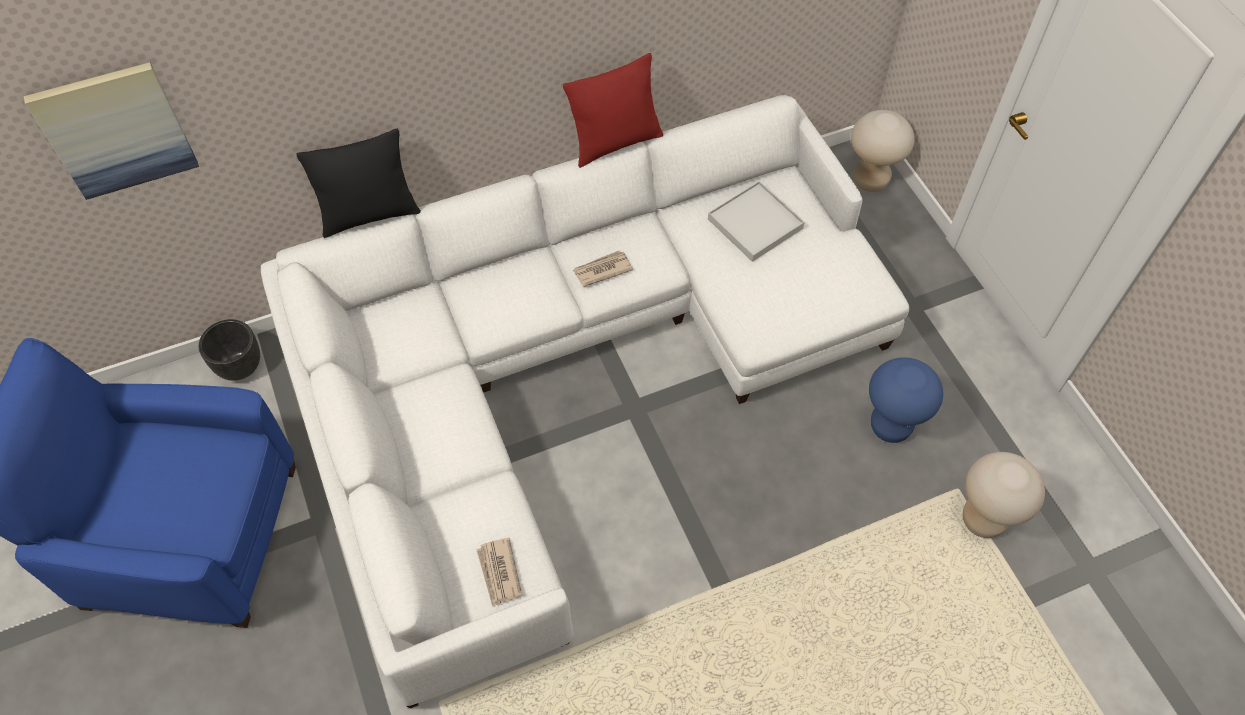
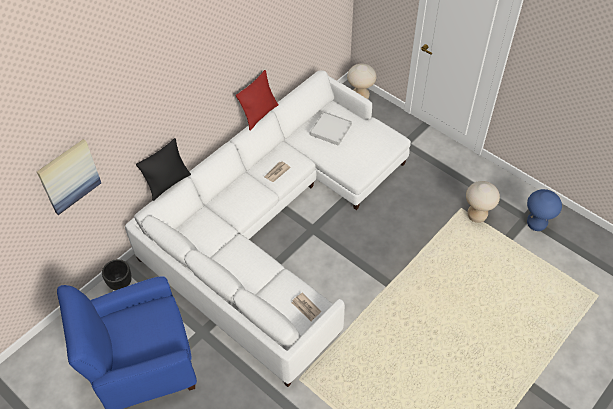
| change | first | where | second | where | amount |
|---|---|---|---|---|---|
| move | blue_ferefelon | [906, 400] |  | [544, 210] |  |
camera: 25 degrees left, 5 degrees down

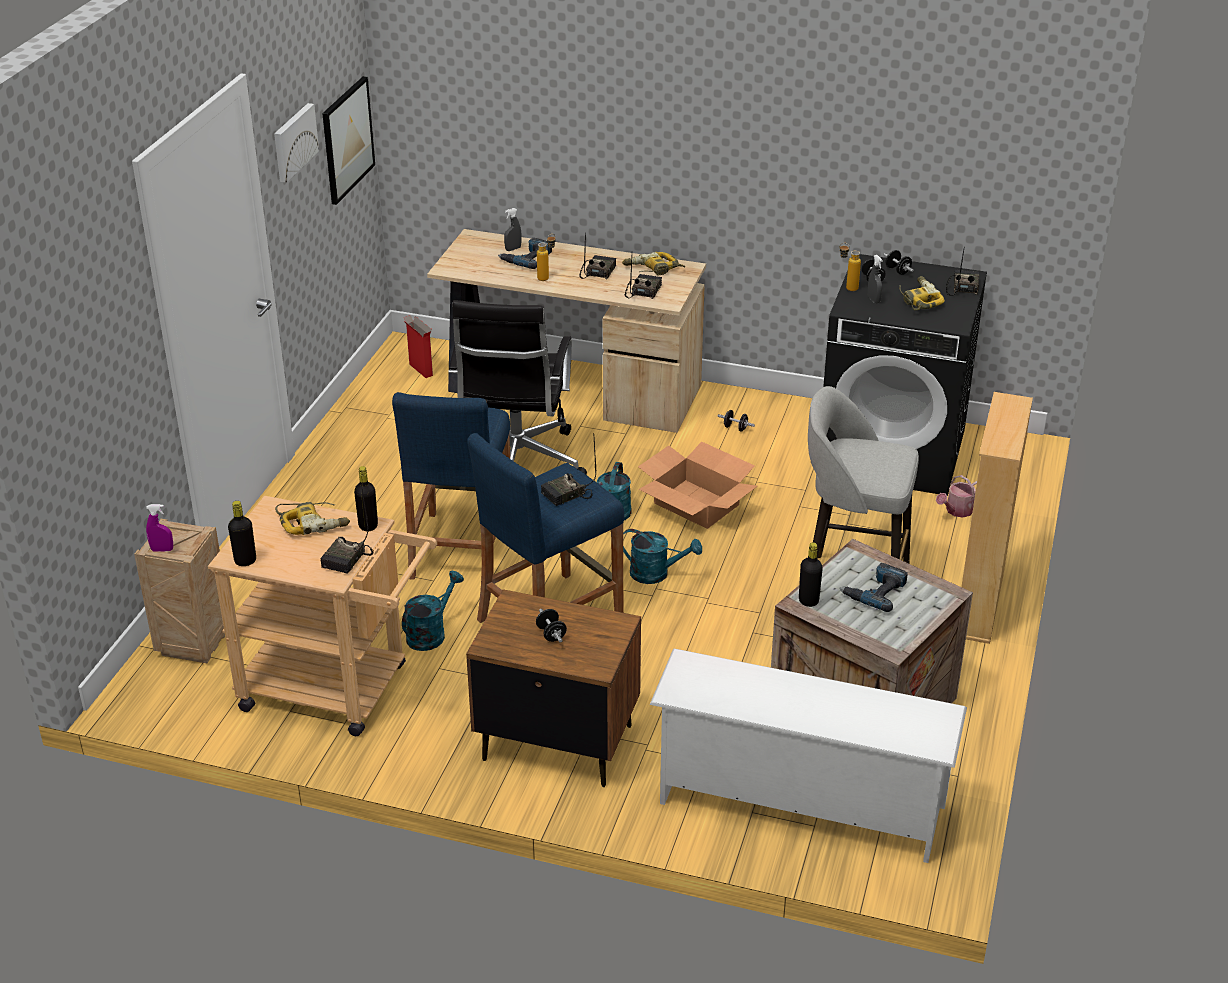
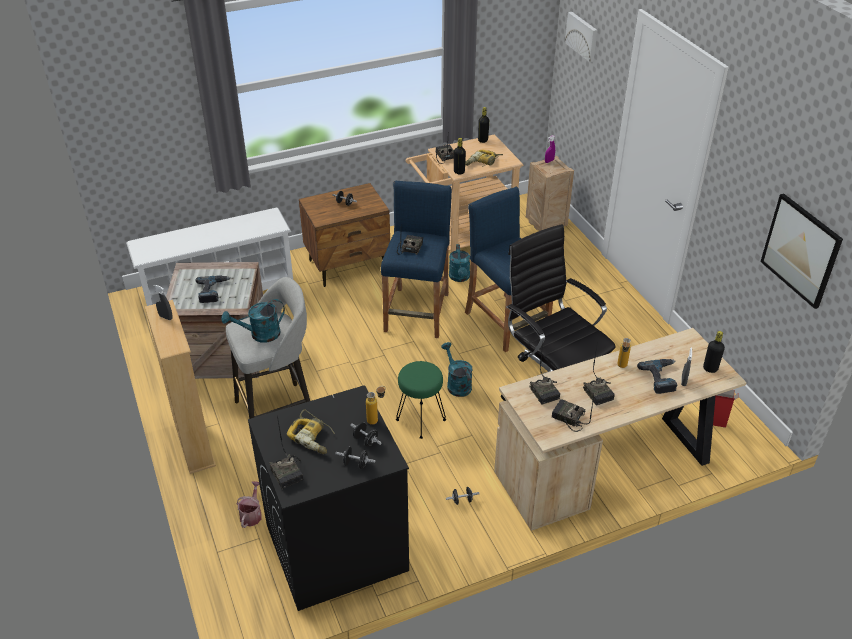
| change | first | where | second | where | amount |
|---|---|---|---|---|---|
| move | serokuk | [296, 143] |  | [581, 37] |  |
| replace | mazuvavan | [653, 264] | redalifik | [573, 413] |  |
| move | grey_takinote | [875, 279] |  | [163, 302] |  |
| replace | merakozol | [697, 485] | green_ferefelon | [421, 400] |  |
| move | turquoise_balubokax | [662, 556] |  | [253, 321] |  |
| move | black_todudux | [811, 574] |  | [714, 352] |  |
camera: 140 degrees right, 5 degrees up

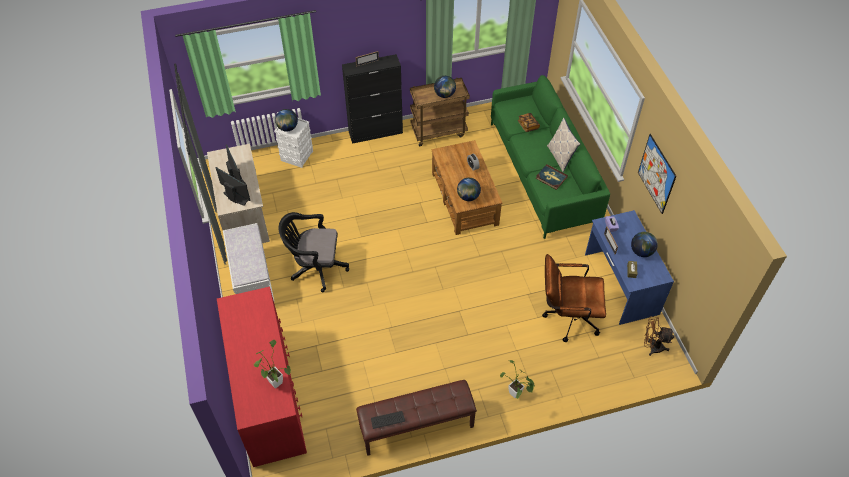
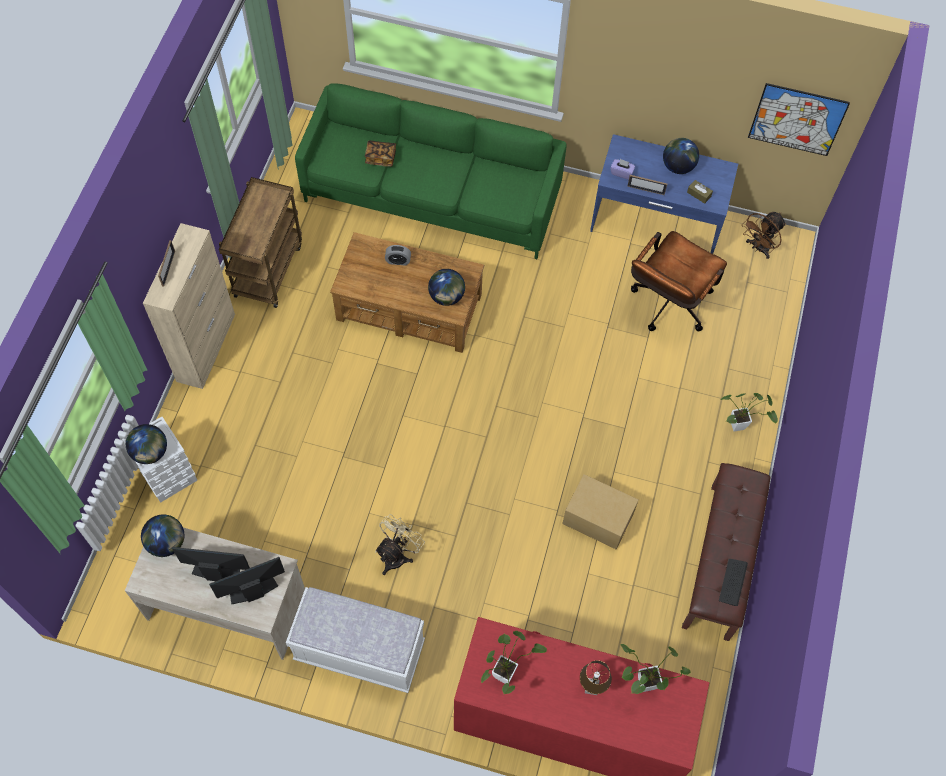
| change | first | where | second | where | amount |
|---|---|---|---|---|---|
| recolor | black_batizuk | [372, 99] | beige_batizuk | [189, 306] |  |
| move | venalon | [445, 87] |  | [162, 535] |  |
| delete | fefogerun | [563, 145] |  |  |  |
| move | serokuk | [657, 174] |  | [799, 119] |  |
| delete | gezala | [552, 177] |  |  |  |
| replace | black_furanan | [313, 252] | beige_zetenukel | [400, 544] |  |
| insert |  |  | merakozol | [600, 511] |  |
| insert |  |  | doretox | [514, 663] |  |
| insert |  |  | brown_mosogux | [596, 677] |  |
camera: 60 degrees left, 10 degrees up

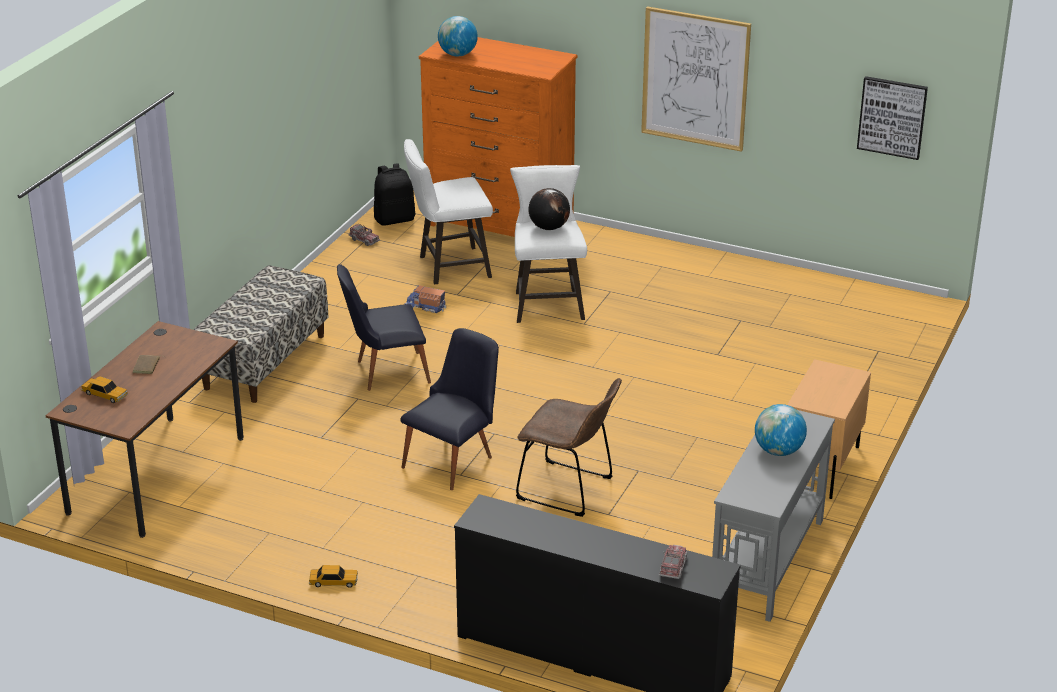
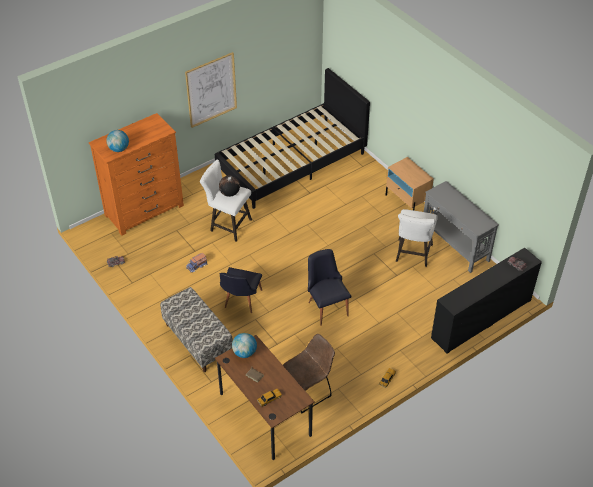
| change | first | where | second | where | amount |
|---|---|---|---|---|---|
| delete | serokuk | [892, 118] |  |  |  |
| move | white_ferefelon | [448, 211] |  | [417, 238] |  |
| delete | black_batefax | [394, 194] |  |  |  |
| move | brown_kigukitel | [569, 447] |  | [309, 373] |  |
| move | venalon | [781, 430] |  | [244, 345] |  |
| insert |  |  | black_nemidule | [292, 138] |  |
camera: 60 degrees left, 15 degrees up

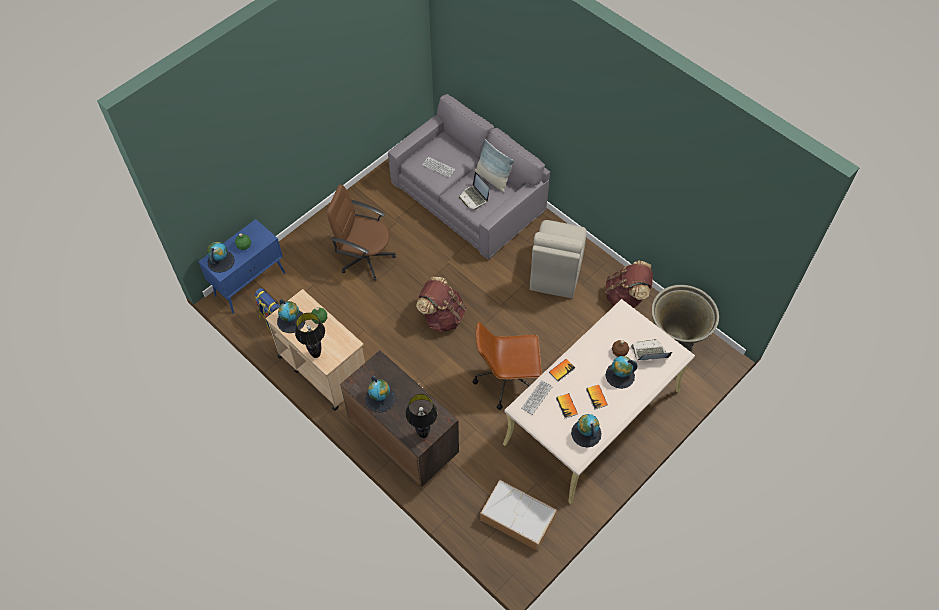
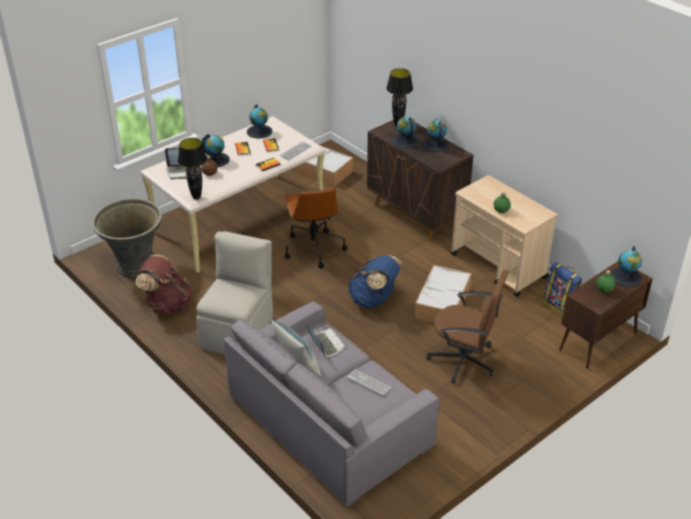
| change | first | where | second | where | amount |
|---|---|---|---|---|---|
| recolor | blue_batizuk | [241, 266] | brown_batizuk | [606, 315] |  |
| recolor | brown_batefax | [441, 304] | blue_batefax | [375, 281] |  |
| move | venalon | [291, 316] |  | [406, 132] |  |
| move | black_mosogux | [310, 335] |  | [192, 169] |  |
| rotate | brown_furanan | [507, 366] |  | [316, 228] | 75 degrees clockwise |
| insert |  |  | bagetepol | [443, 294] |  |
camera: 175 degrees left, 20 degrees down

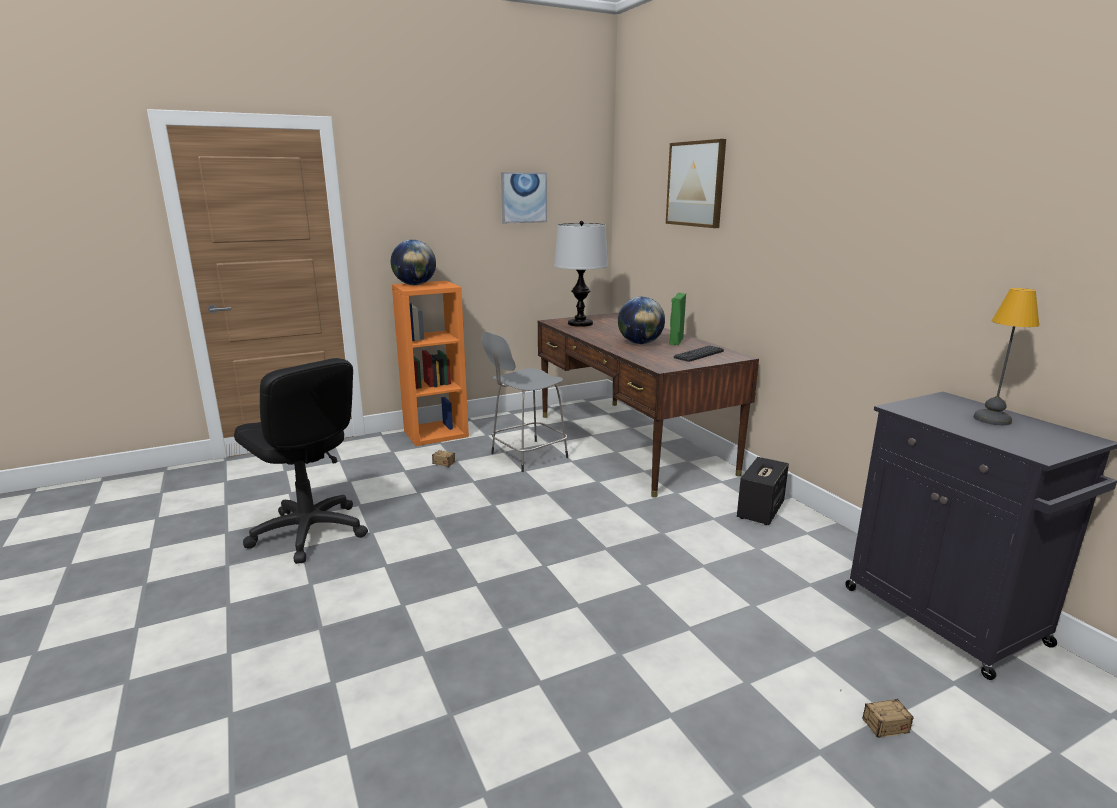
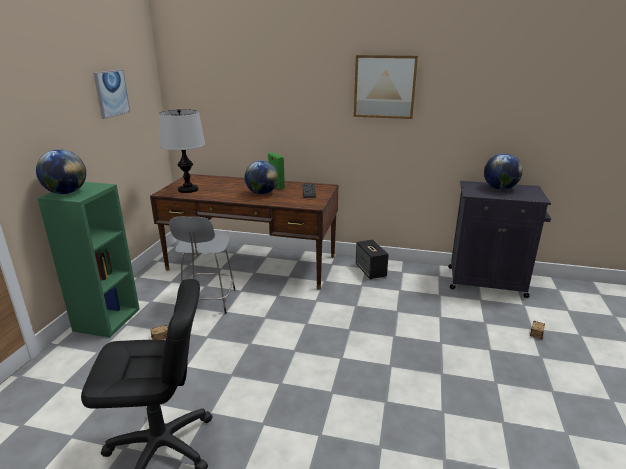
| change | first | where | second | where | amount |
|---|---|---|---|---|---|
| move | serokuk | [696, 183] |  | [386, 87] |  |
| recolor | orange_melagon | [430, 363] | green_melagon | [88, 260] |  |
| replace | mosogux | [1006, 356] | venalon | [503, 171] |  |
camera: 50 degrees left, 5 degrees up

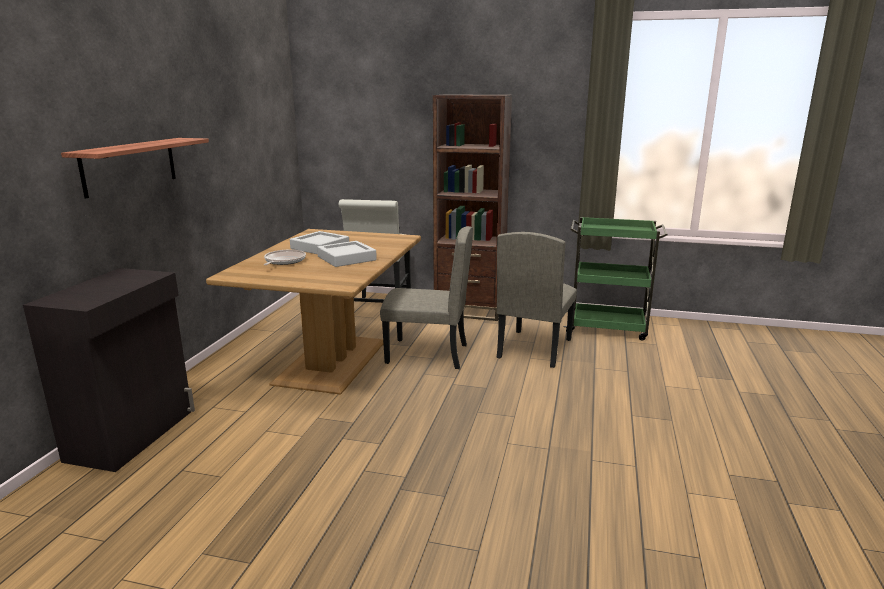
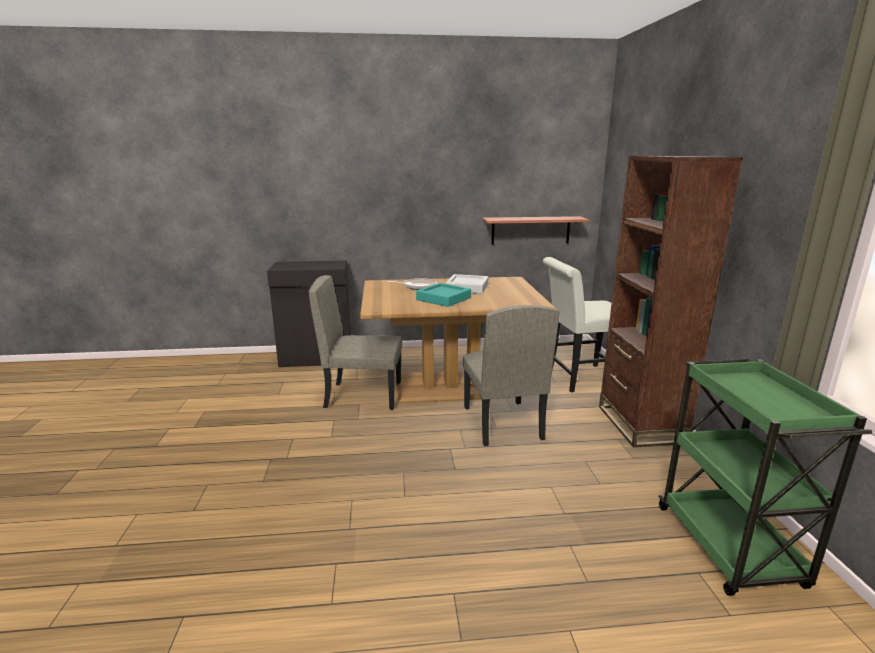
| change | first | where | second | where | amount |
|---|---|---|---|---|---|
| move | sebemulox | [135, 168] |  | [535, 230] |  |
| move | beige_kigukitel | [537, 300] |  | [355, 342] |  |
| recolor | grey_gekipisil | [347, 254] | turquoise_gekipisil | [443, 295] |  |
camera: 70 degrees right, 0 degrees up

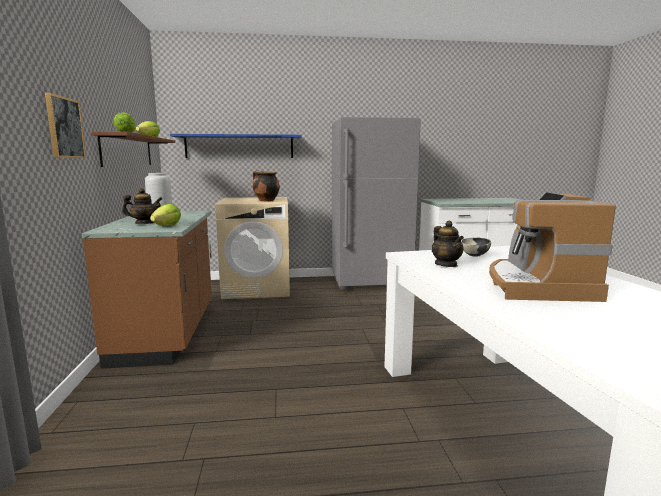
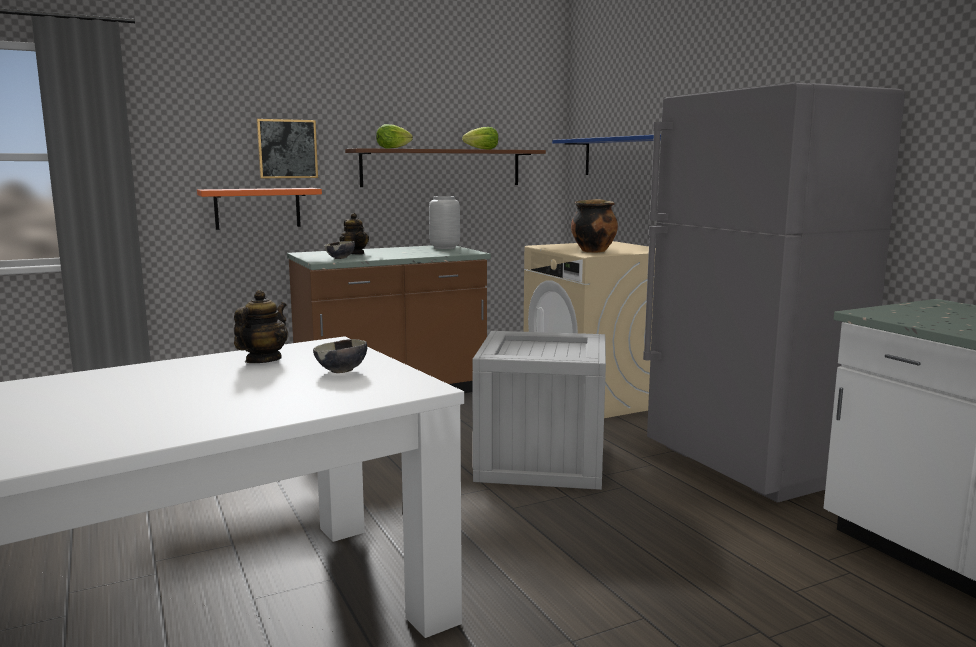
| change | first | where | second | where | amount |
|---|---|---|---|---|---|
| delete | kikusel | [552, 247] |  |  |  |
| replace | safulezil | [165, 215] | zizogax | [339, 250] |  |
| rotate | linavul | [447, 244] |  | [261, 326] | 150 degrees clockwise |
| insert |  |  | orange_sebemulox | [259, 209] |  |
| insert |  |  | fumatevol | [539, 410] |  |
camera: 70 degrees right, 0 degrees up

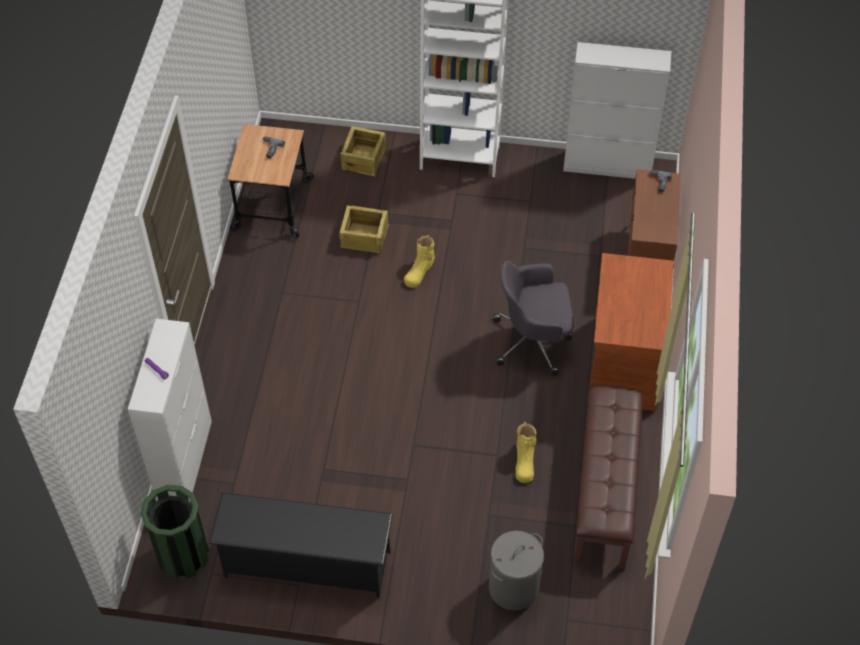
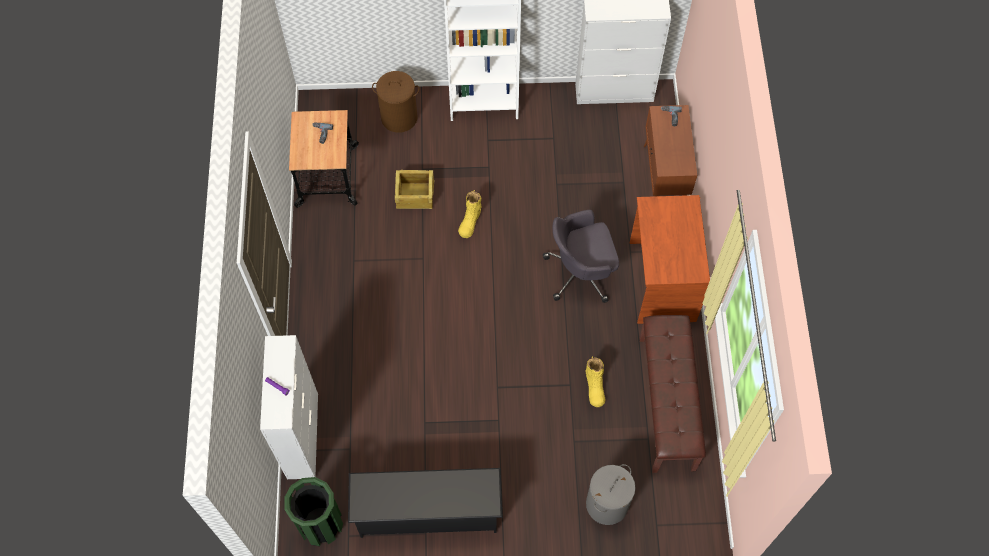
| change | first | where | second | where | amount |
|---|---|---|---|---|---|
| replace | fumatevol | [363, 151] | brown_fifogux | [395, 102] |  |
camera: 10 degrees left, 10 degrees up

